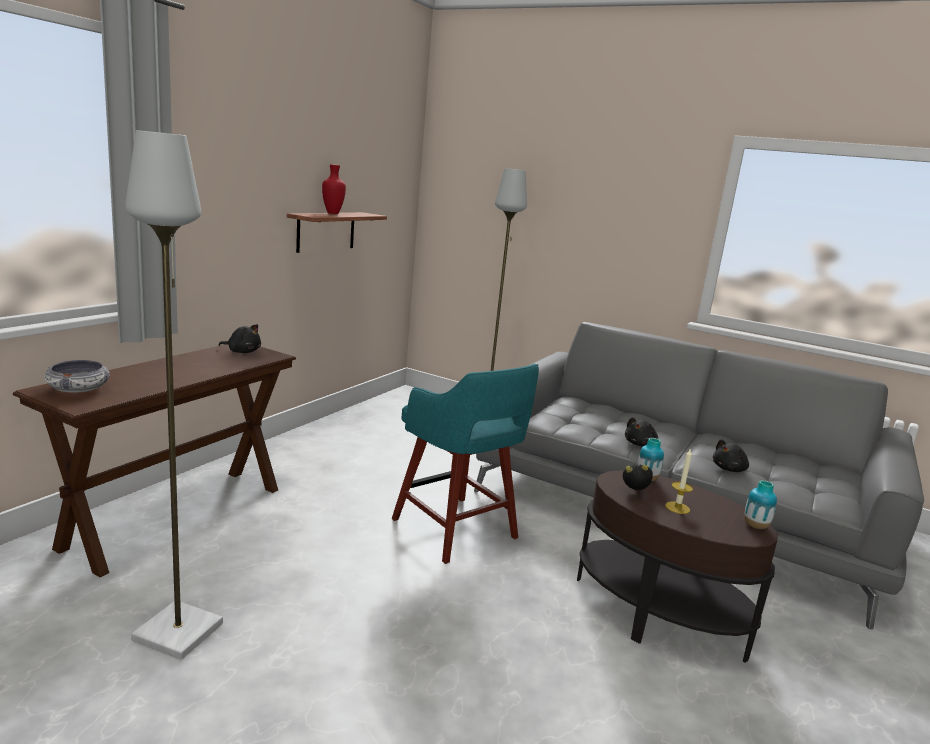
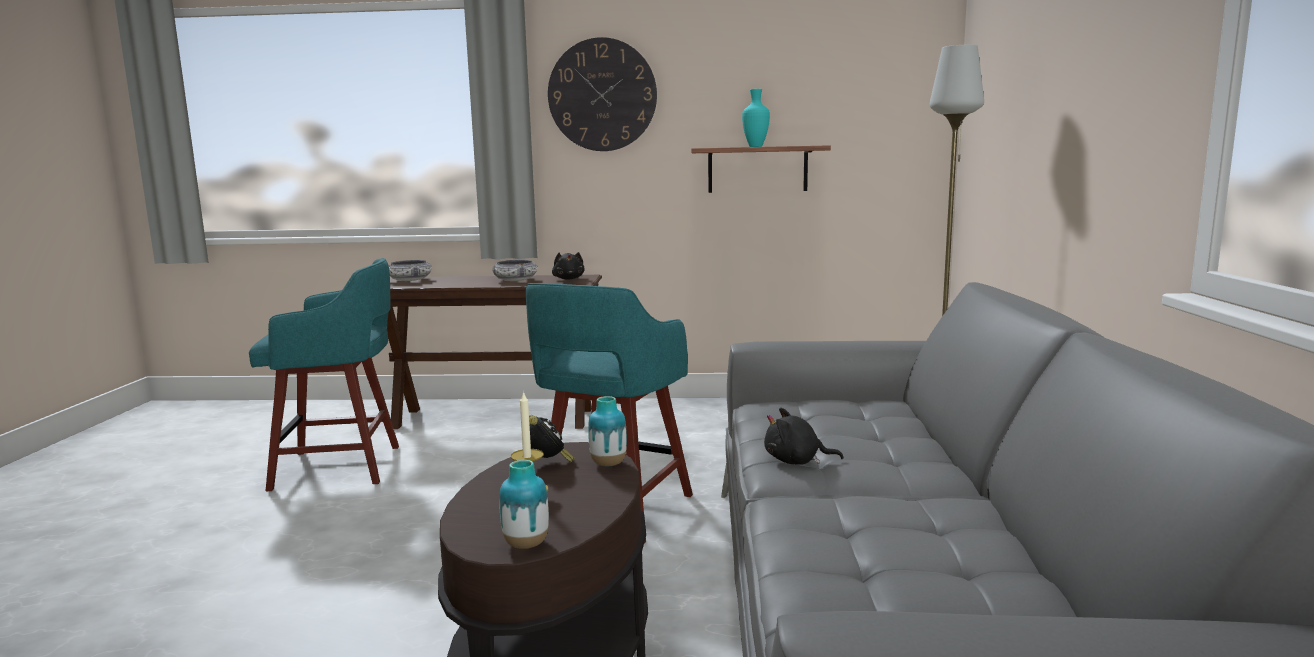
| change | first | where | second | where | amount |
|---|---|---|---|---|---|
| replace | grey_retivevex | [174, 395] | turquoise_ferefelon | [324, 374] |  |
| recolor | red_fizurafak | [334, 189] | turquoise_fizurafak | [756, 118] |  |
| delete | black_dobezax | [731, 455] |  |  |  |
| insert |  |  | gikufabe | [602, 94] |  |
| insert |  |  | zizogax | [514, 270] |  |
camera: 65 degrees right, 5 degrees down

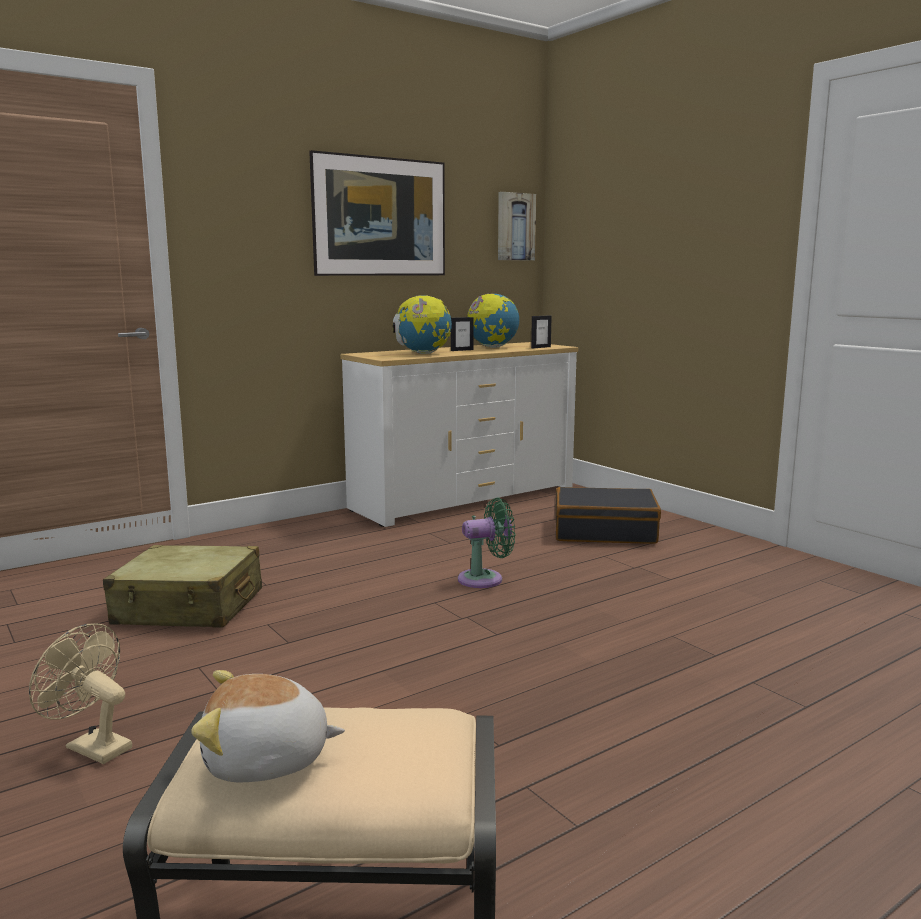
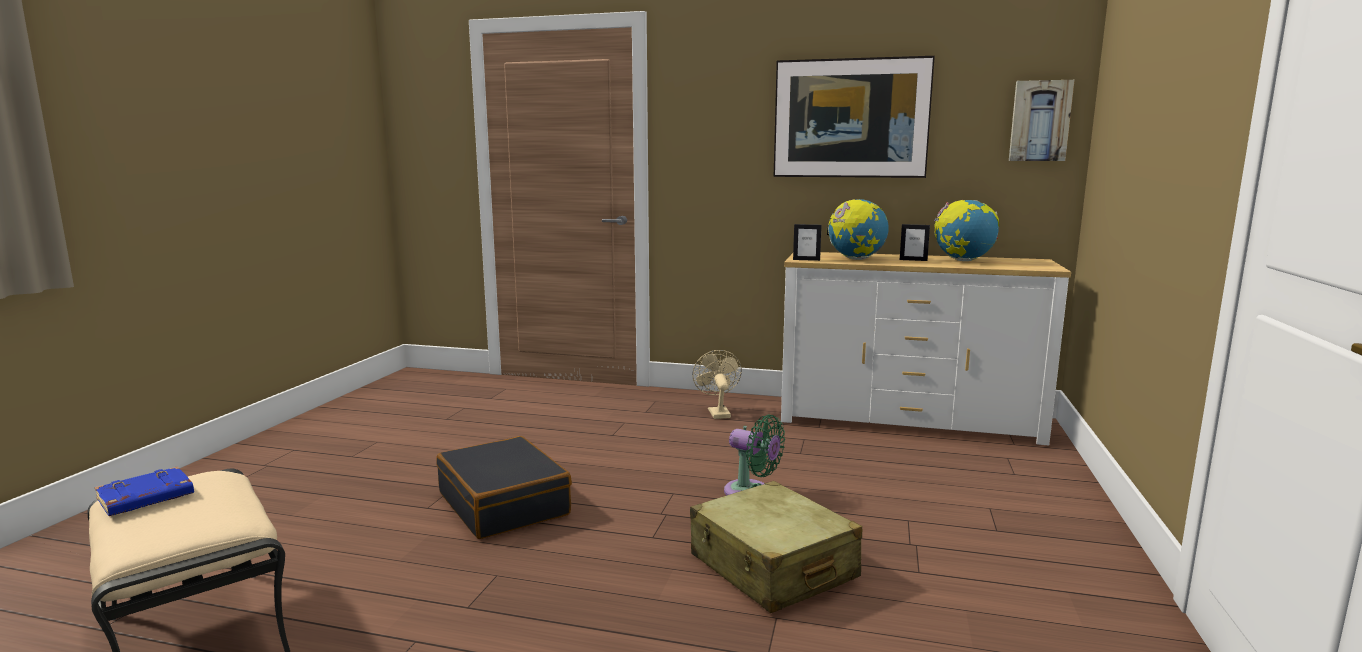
| change | first | where | second | where | amount |
|---|---|---|---|---|---|
| move | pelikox | [541, 332] |  | [807, 242] |  |
| move | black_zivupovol | [608, 515] |  | [504, 487] |  |
| move | beige_zivupovol | [182, 586] |  | [776, 547] |  |
| move | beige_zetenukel | [80, 693] |  | [717, 384] |  |
| replace | dobezax | [268, 726] | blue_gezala | [144, 491] |  |
camera: 50 degrees right, 0 degrees up

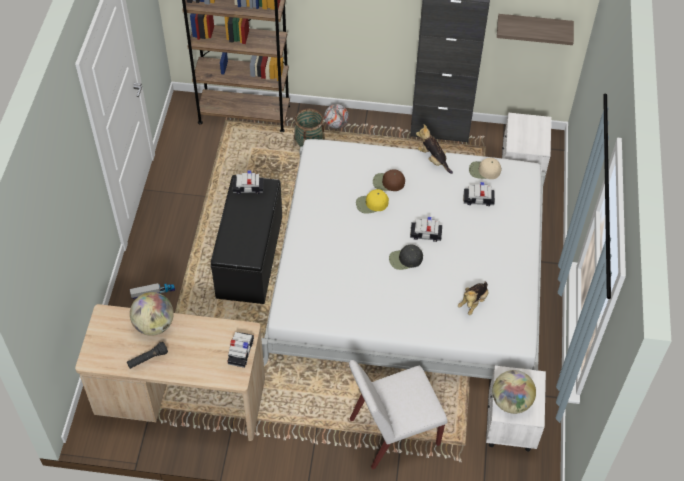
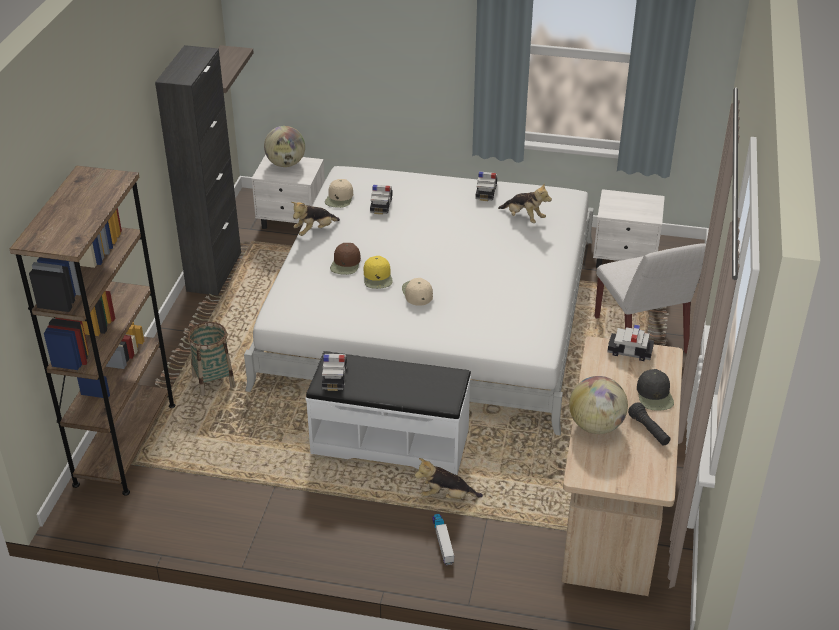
| change | first | where | second | where | amount |
|---|---|---|---|---|---|
| delete | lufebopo | [336, 116] |  |  |  |
| recolor | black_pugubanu | [246, 239] | white_pugubanu | [388, 413] |  |
| move | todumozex | [426, 229] |  | [486, 186] |  |
| move | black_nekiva | [406, 257] |  | [655, 390] |  |
| move | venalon | [514, 392] |  | [284, 146] |  |
| insert |  |  | beige_nekiva | [417, 292] |  |
| insert |  |  | dobezax | [448, 478] |  |
camera: 85 degrees left, 15 degrees down

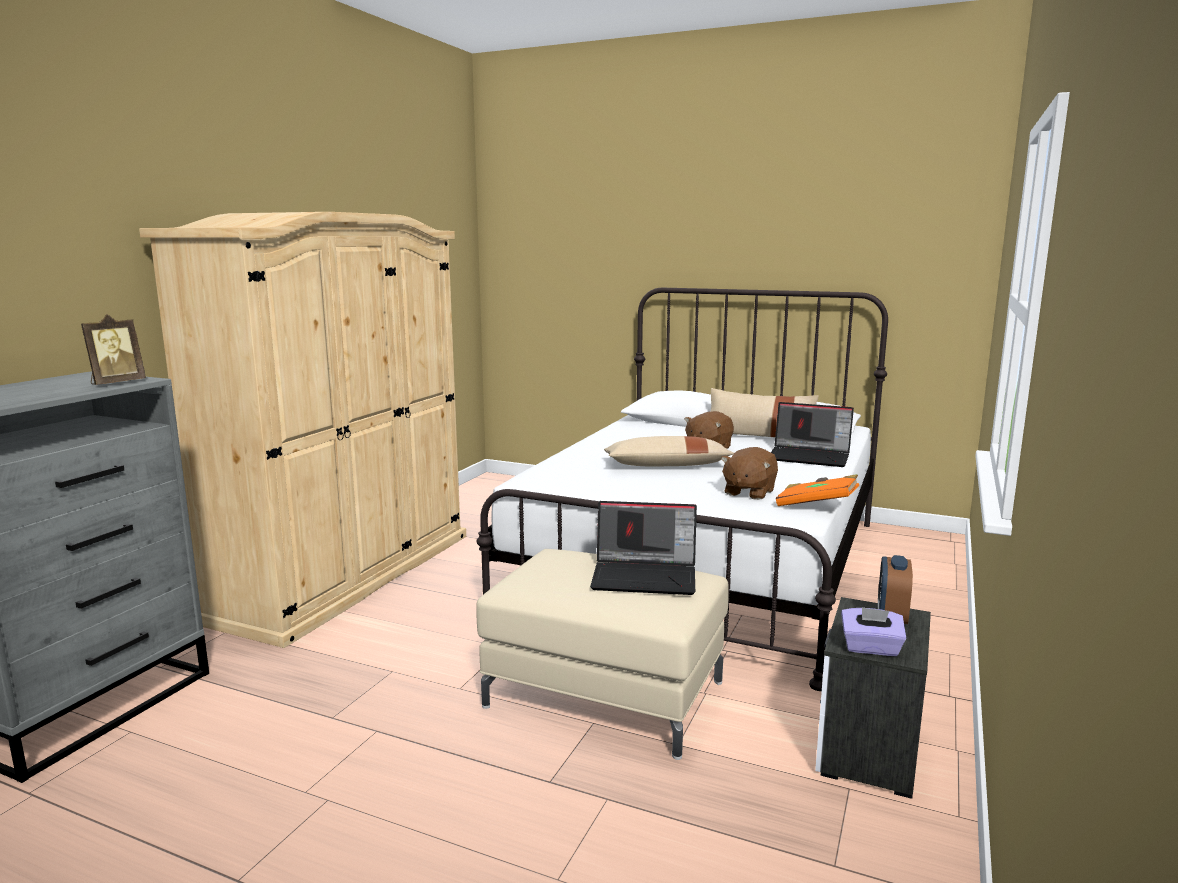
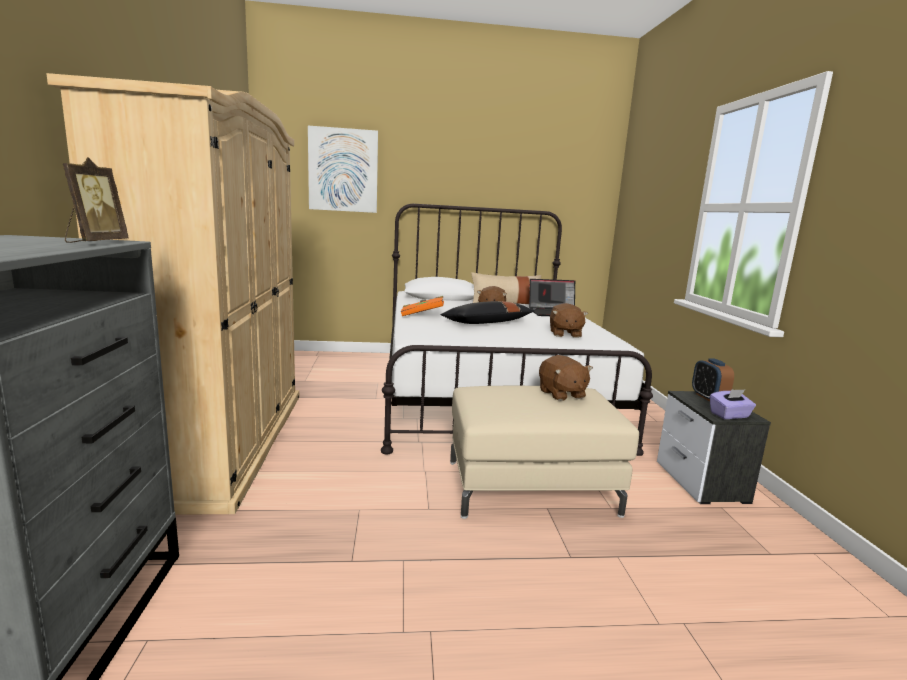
| change | first | where | second | where | amount |
|---|---|---|---|---|---|
| recolor | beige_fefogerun | [669, 451] | black_fefogerun | [487, 312] |  |
| move | orange_gezala | [817, 490] |  | [422, 306] |  |
| replace | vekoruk | [643, 548] | brown_dobezax | [566, 378] |  |
| insert |  |  | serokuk | [343, 169] |  |
camera: 30 degrees left, 0 degrees up

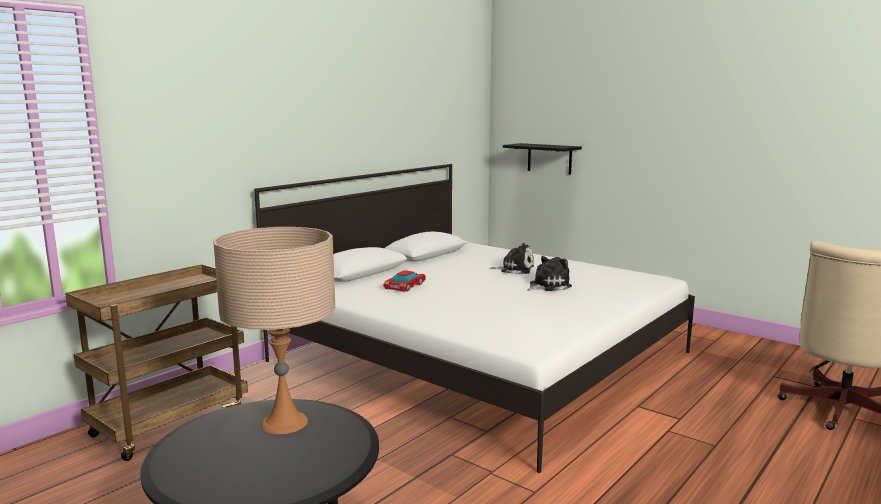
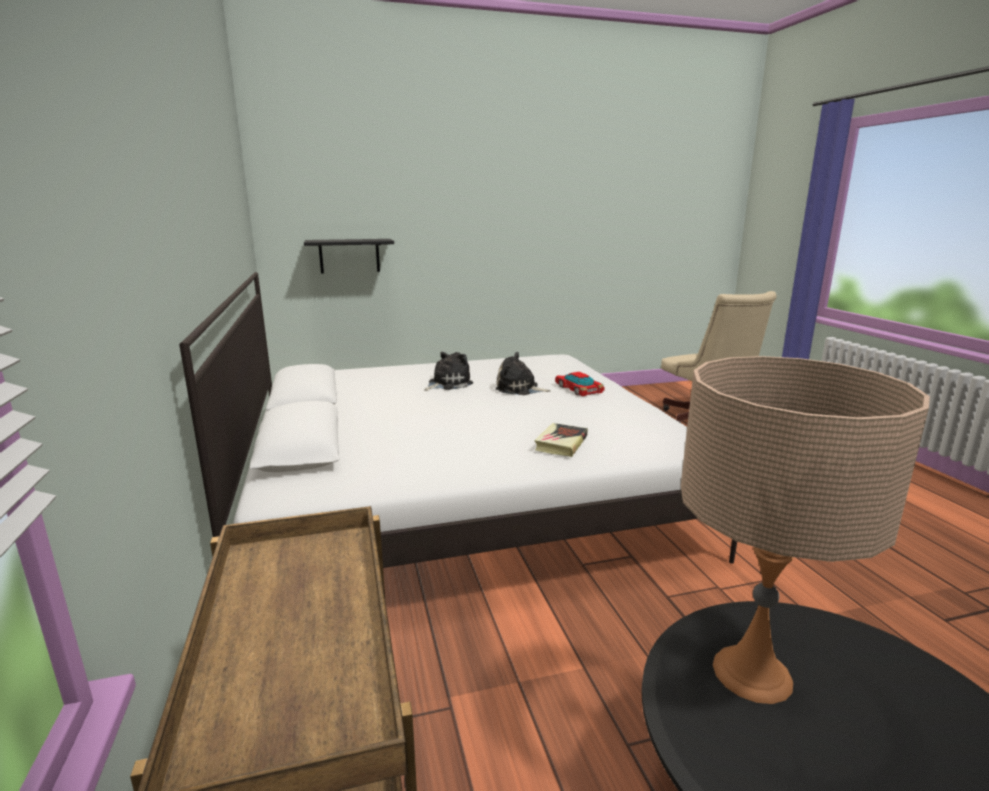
| change | first | where | second | where | amount |
|---|---|---|---|---|---|
| rotate | dobezax | [549, 273] |  | [523, 373] | 75 degrees counterclockwise |
| move | todumozex | [404, 281] |  | [580, 384] |  |
| insert |  |  | gezala | [561, 440] |  |
camera: 55 degrees left, 5 degrees up

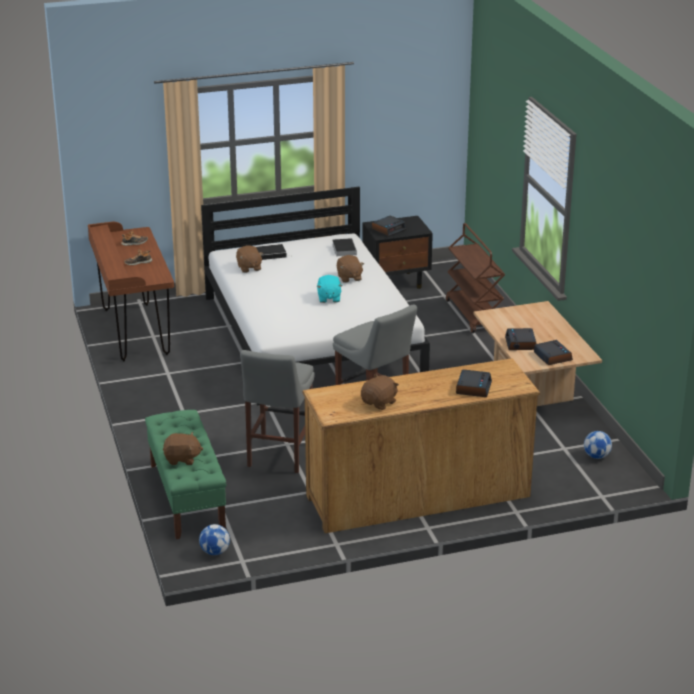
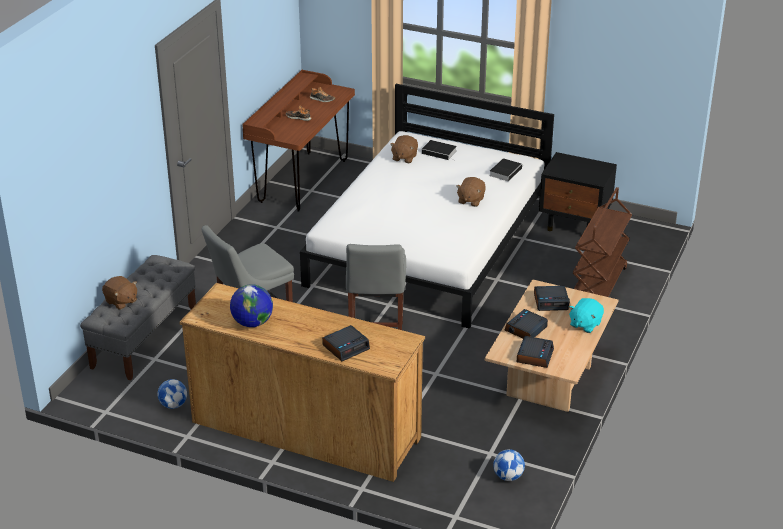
| change | first | where | second | where | amount |
|---|---|---|---|---|---|
| move | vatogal | [389, 226] |  | [552, 298] |  |
| move | turquoise_dobezax | [330, 289] |  | [586, 315] |  |
| replace | brown_dobezax | [380, 392] | venalon | [251, 305] |  |
| recolor | green_pugubanu | [186, 474] | grey_pugubanu | [138, 318] |  |
| move | lufebopo | [214, 539] |  | [172, 394] |  |
camera: 40 degrees right, 5 degrees up

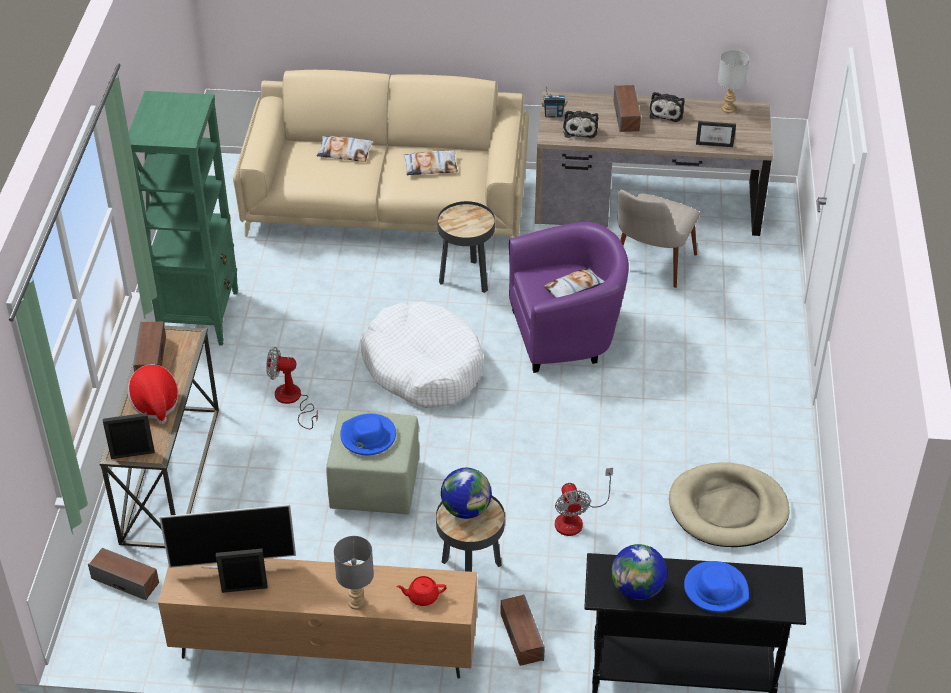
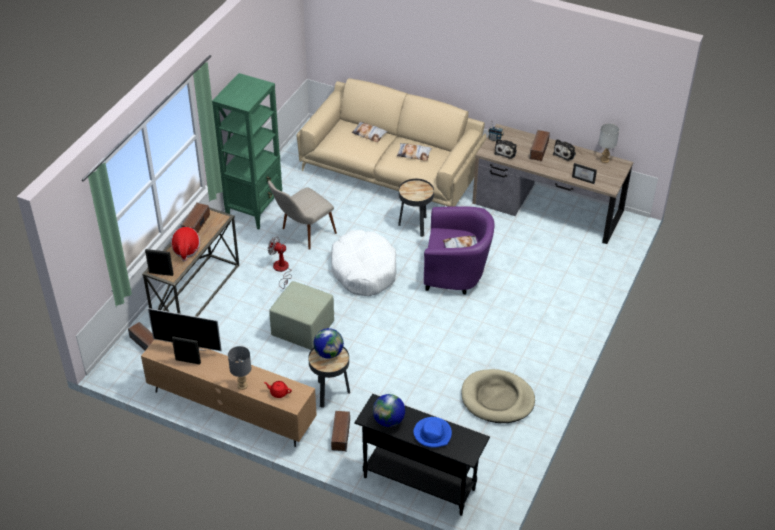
| change | first | where | second | where | amount |
|---|---|---|---|---|---|
| move | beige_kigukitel | [658, 239] |  | [302, 215] |  |
| delete | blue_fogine | [368, 434] |  |  |  |
| delete | zetenukel | [584, 502] |  |  |  |
camera: 20 degrees right, 0 degrees up

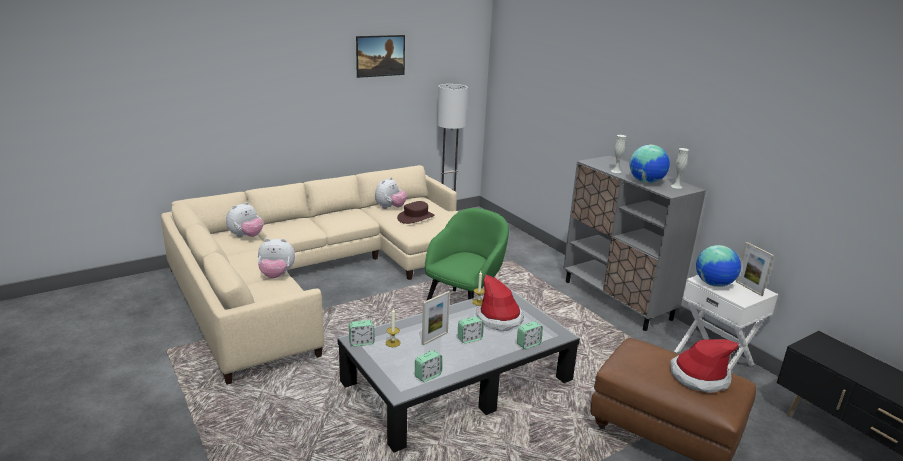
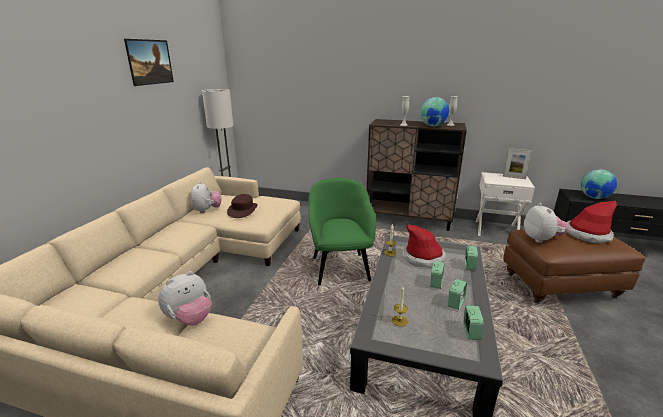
| change | first | where | second | where | amount |
|---|---|---|---|---|---|
| recolor | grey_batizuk | [634, 243] | brown_batizuk | [417, 175] |  |
| move | dobezax | [245, 220] |  | [546, 223] |  |
| move | venalon | [718, 266] |  | [599, 184] |  |
| delete | pelikox | [436, 318] |  |  |  |
| move | vatogal | [362, 333] |  | [457, 294] |  |
camera: 40 degrees left, 0 degrees up

